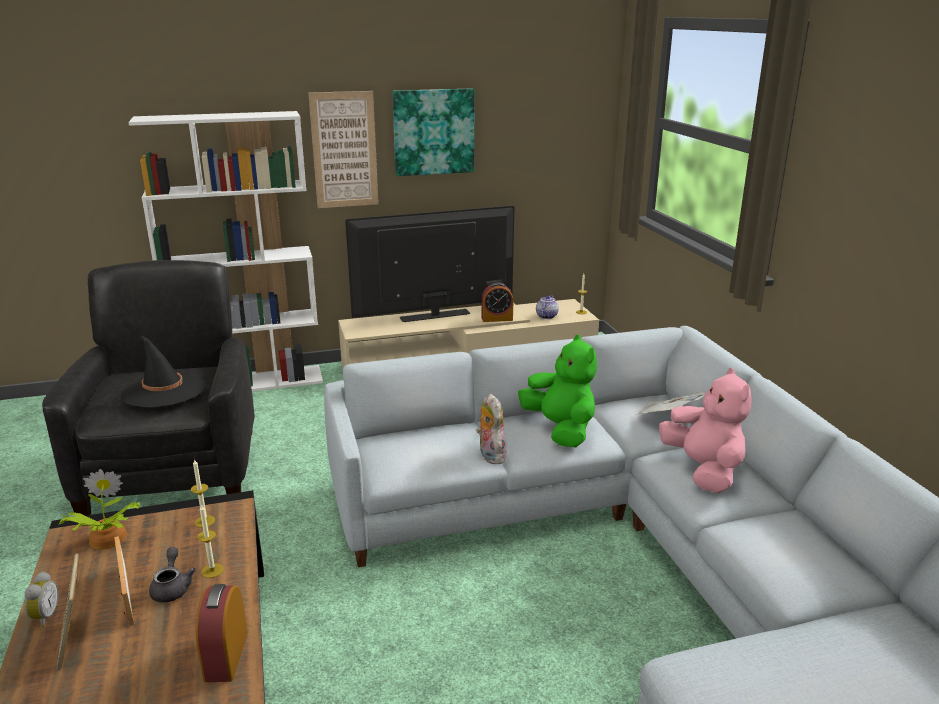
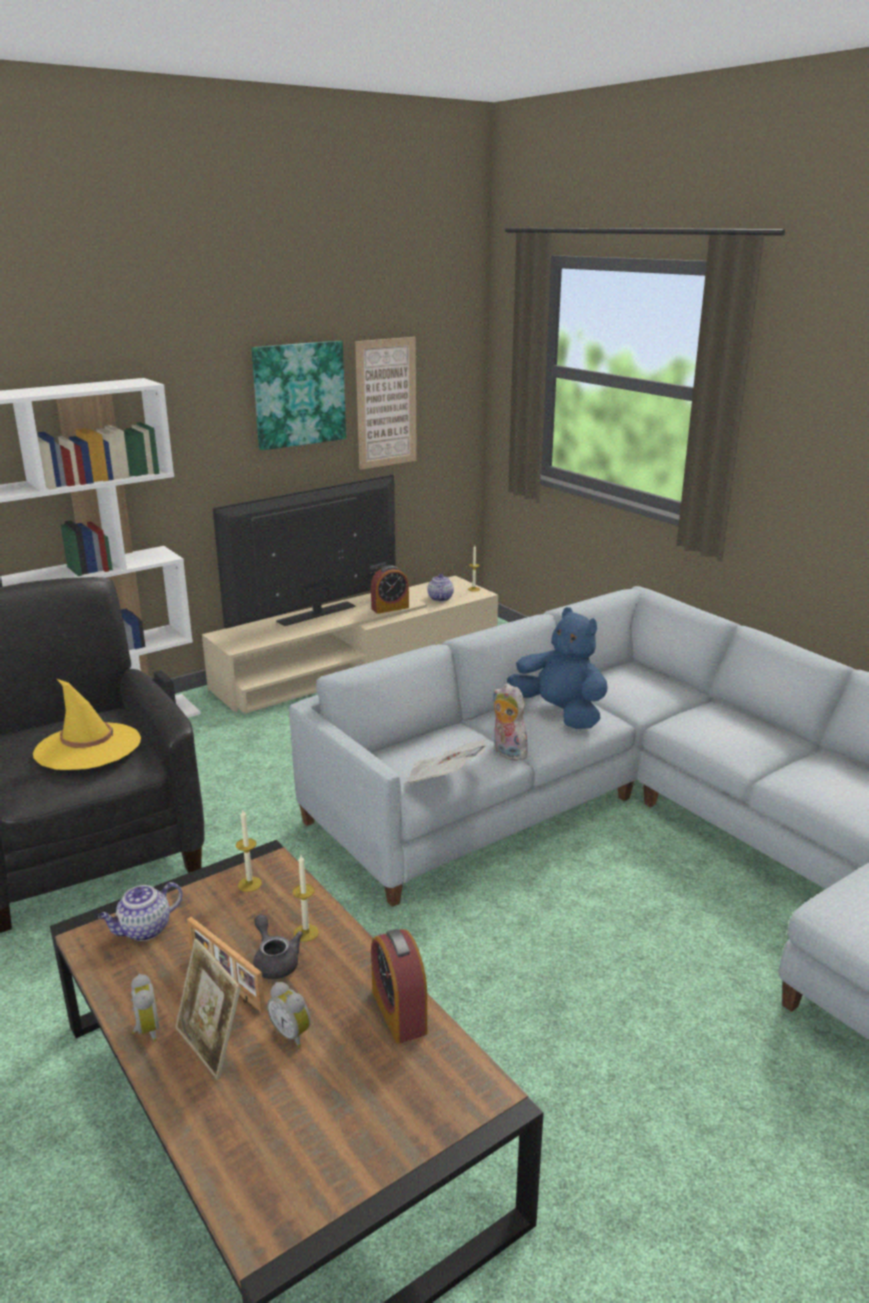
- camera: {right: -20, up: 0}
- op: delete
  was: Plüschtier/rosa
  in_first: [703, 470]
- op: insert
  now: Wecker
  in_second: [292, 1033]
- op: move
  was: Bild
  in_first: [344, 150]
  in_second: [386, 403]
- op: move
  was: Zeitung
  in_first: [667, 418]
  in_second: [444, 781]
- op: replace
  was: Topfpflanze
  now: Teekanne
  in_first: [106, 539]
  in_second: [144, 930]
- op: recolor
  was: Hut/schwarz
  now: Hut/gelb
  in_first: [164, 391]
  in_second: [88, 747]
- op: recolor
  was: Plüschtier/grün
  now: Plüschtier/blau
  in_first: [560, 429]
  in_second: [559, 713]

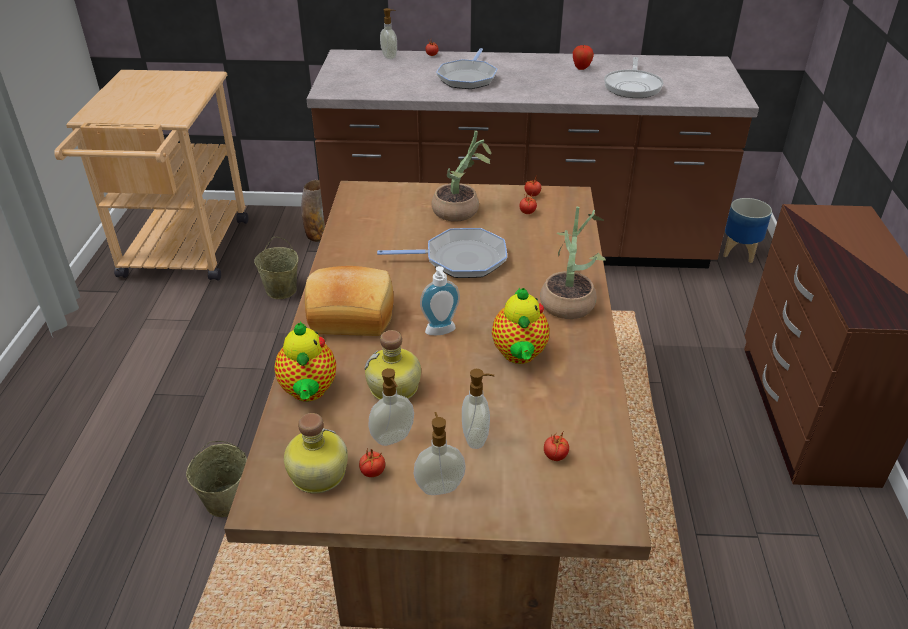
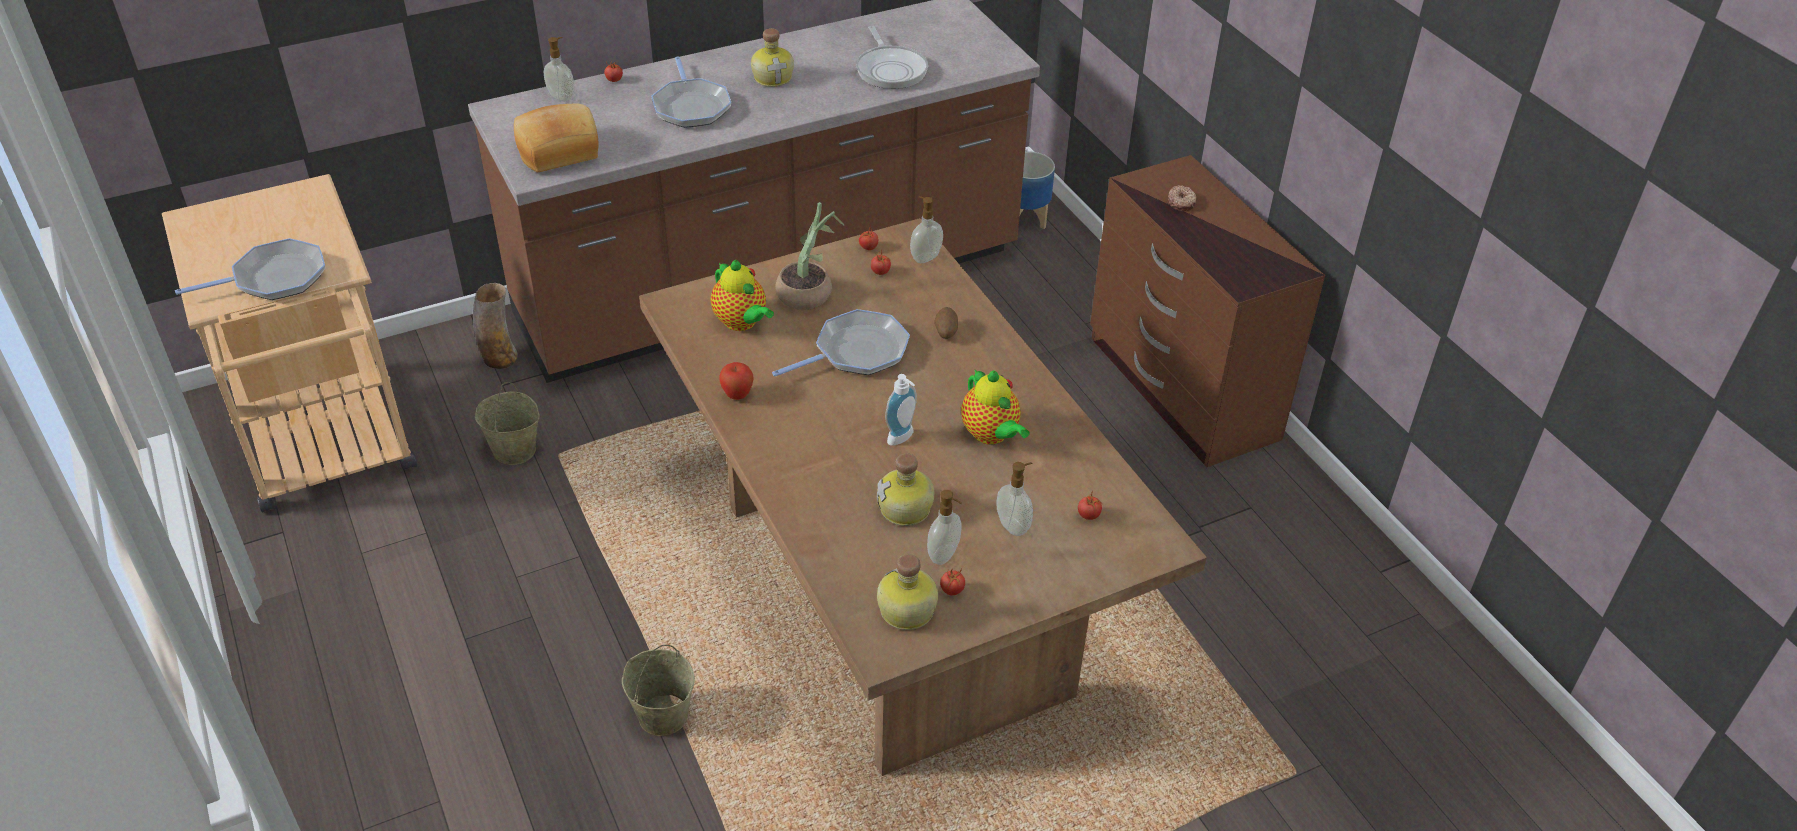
- camera: {right: -30, up: 5}
- op: delete
  was: Topfpflanze
  in_first: [568, 301]
- op: insert
  now: Pfanne
  in_second: [274, 278]
- op: insert
  now: Flasche
  in_second: [773, 77]
- op: insert
  now: Kartoffel
  in_second: [945, 332]
- op: insert
  now: Donut
  in_second: [1181, 202]
- op: move
  was: Teekanne
  in_first: [308, 392]
  in_second: [742, 323]
- op: move
  was: Brot
  in_first: [351, 314]
  in_second: [558, 150]
- op: move
  was: Seifenspender
  in_first: [439, 486]
  in_second: [925, 257]
- op: move
  was: Apfel
  in_first: [581, 68]
  in_second: [737, 395]

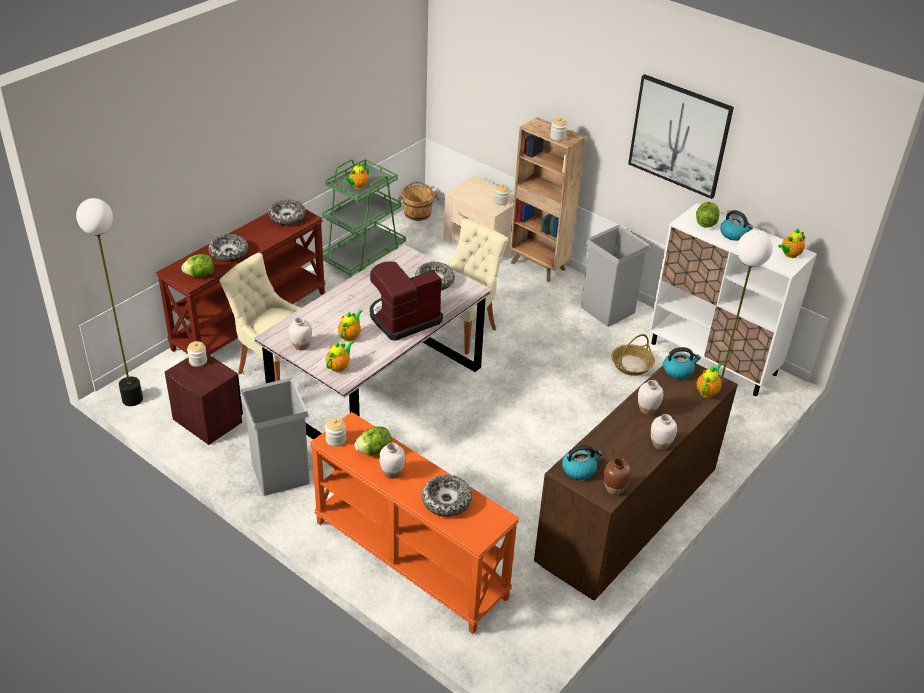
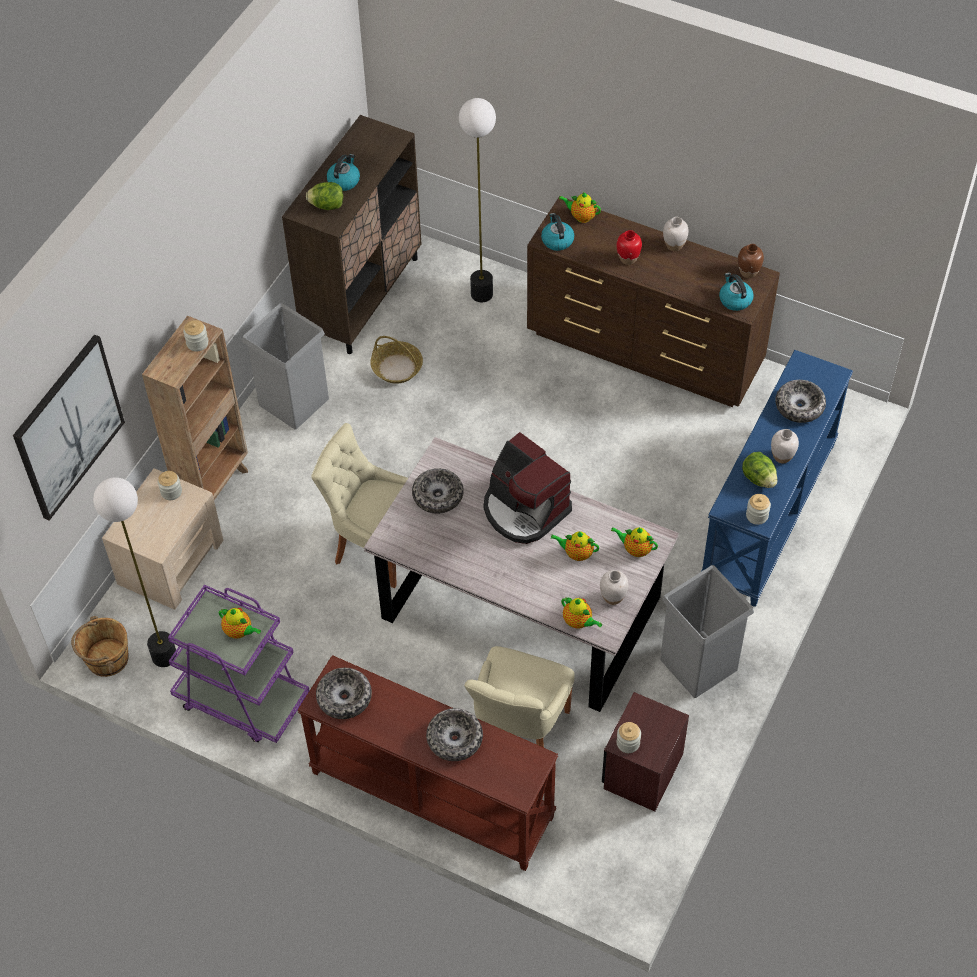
- camera: {right: -100, up: 15}
- op: delete
  was: Salatkopf
  in_first: [200, 275]
- op: move
  was: Stehlampe
  in_first: [132, 399]
  in_second: [164, 656]
- op: move
  was: Bild
  in_first: [679, 136]
  in_second: [68, 427]
- op: move
  was: Teekanne
  in_first: [789, 255]
  in_second: [578, 622]
- op: recolor
  was: Konsolentisch/orange
  now: Konsolentisch/blau
  in_first: [408, 560]
  in_second: [769, 514]
- op: recolor
  was: Rollwagen/grün
  now: Rollwagen/lila
  in_first: [363, 257]
  in_second: [241, 699]
- op: recolor
  was: Vase/weiß
  now: Vase/rot
  in_first: [647, 409]
  in_second: [628, 259]
- op: recolor
  was: Schrank/weiß
  now: Schrank/braun
  in_first: [713, 359]
  in_second: [362, 296]

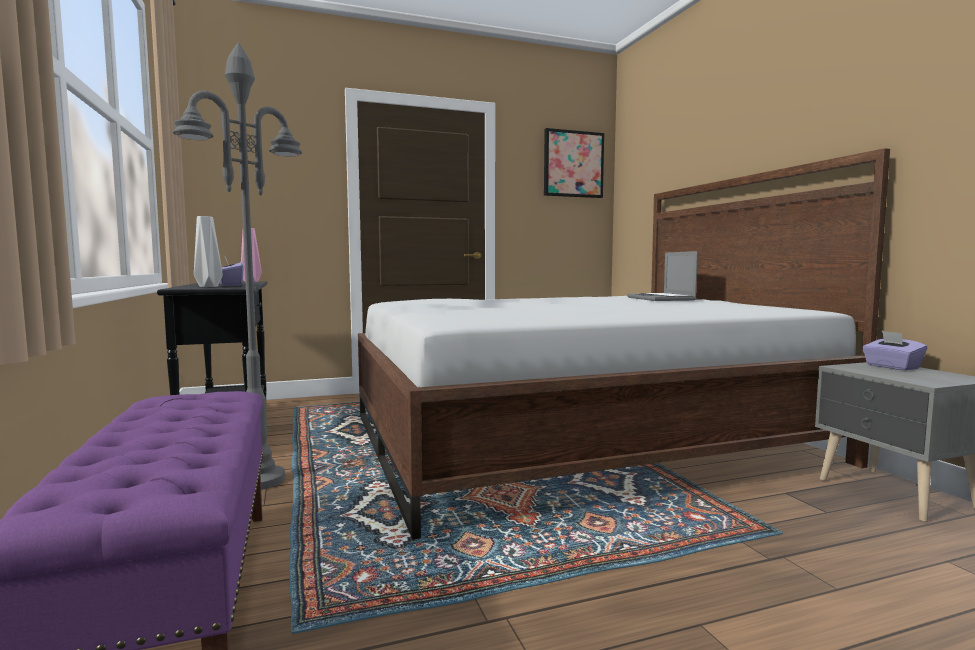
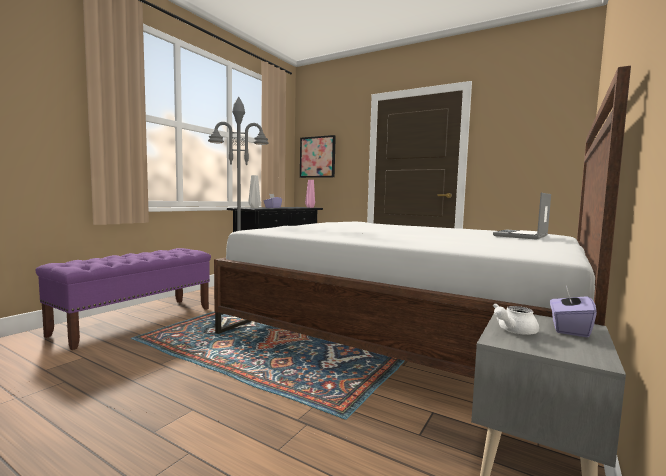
- camera: {right: 50, up: 0}
- op: insert
  now: Teekanne/weiß
  in_second: [513, 331]
- op: move
  was: Bild
  in_first: [573, 164]
  in_second: [317, 157]

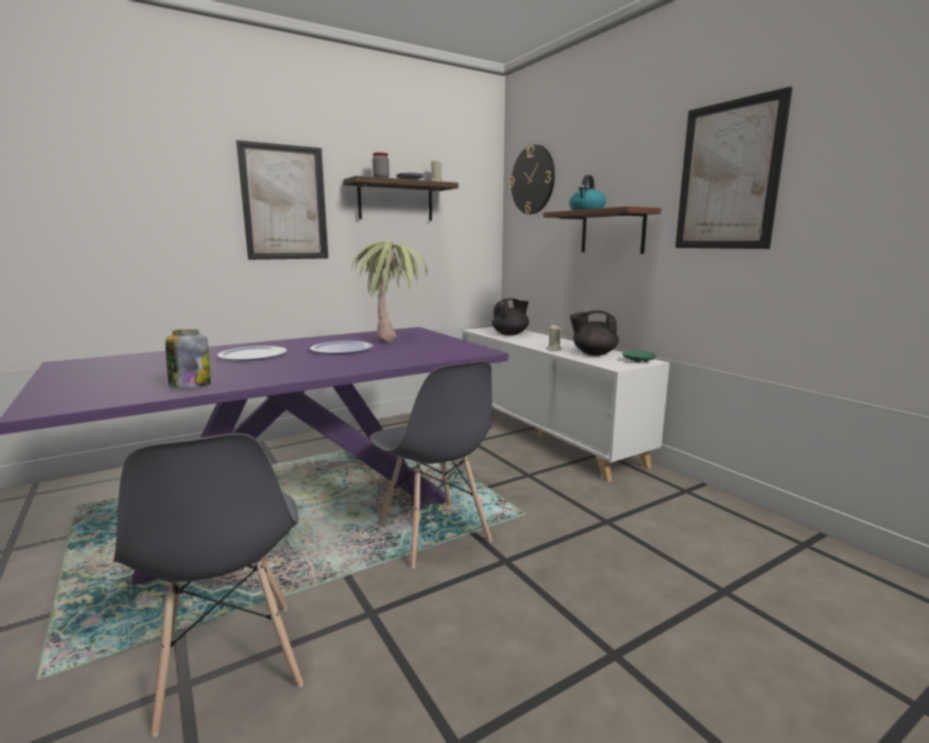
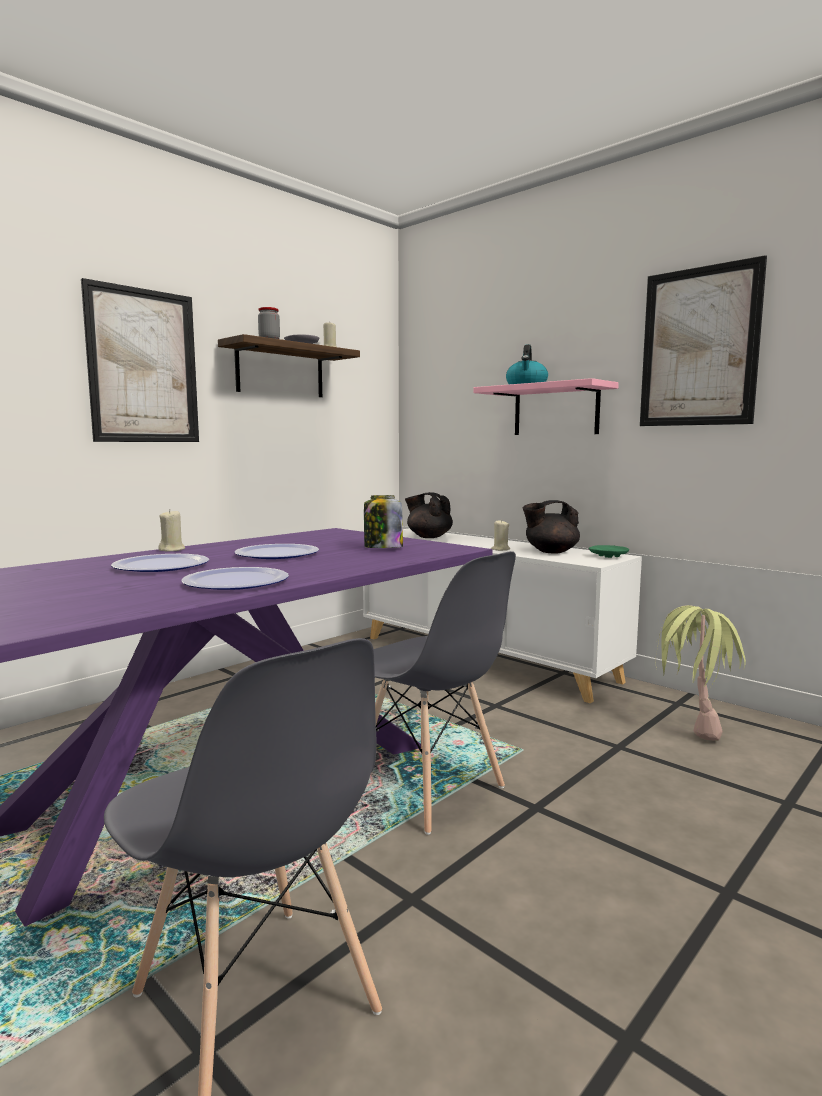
- camera: {right: -15, up: -5}
- op: delete
  was: Wanduhr
  in_first: [533, 180]
- op: insert
  now: Kerze/beige
  in_second: [172, 550]
- op: insert
  now: Teller
  in_second: [235, 582]
- op: move
  was: Vorratsglas
  in_first: [190, 385]
  in_second: [382, 548]
- op: move
  was: Topfpflanze
  in_first: [393, 338]
  in_second: [692, 726]
- op: recolor
  was: Wandregal/braun
  now: Wandregal/rosa
  in_first: [612, 232]
  in_second: [556, 410]
- op: rotate
  was: Teekanne/schwarz
  in_first: [510, 334]
  in_second: [428, 537]
  clockwise: -90

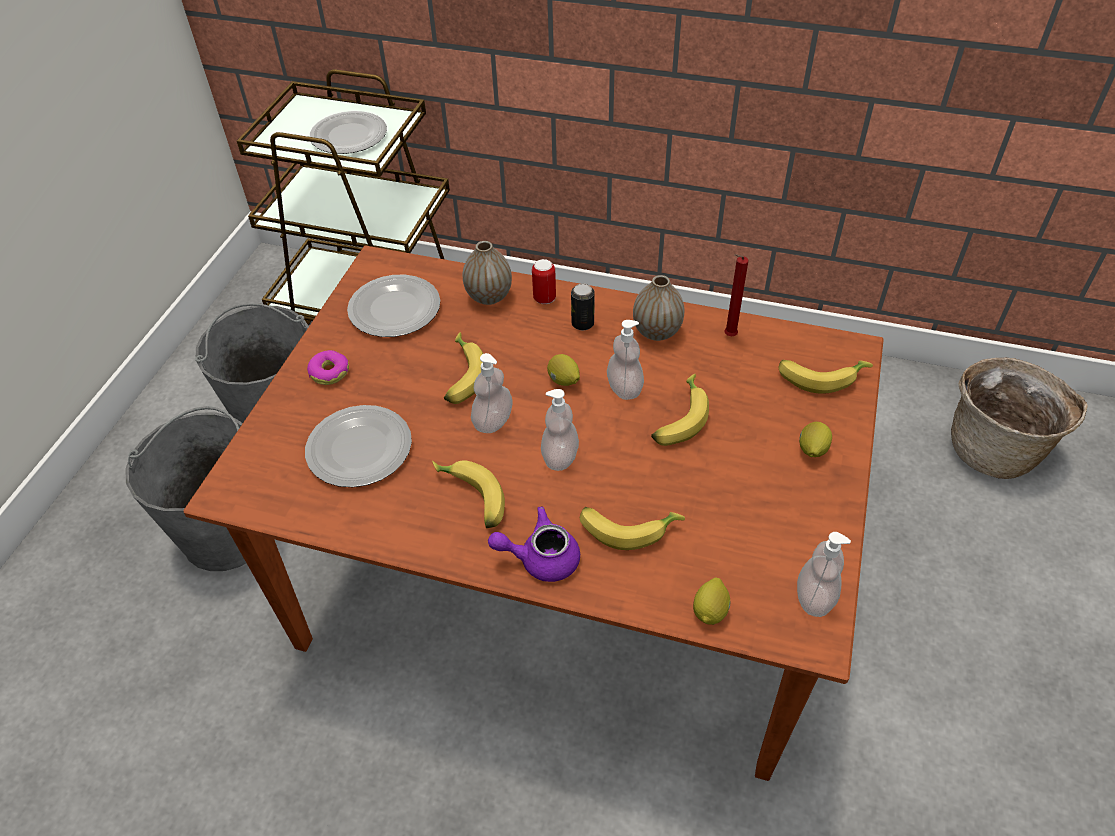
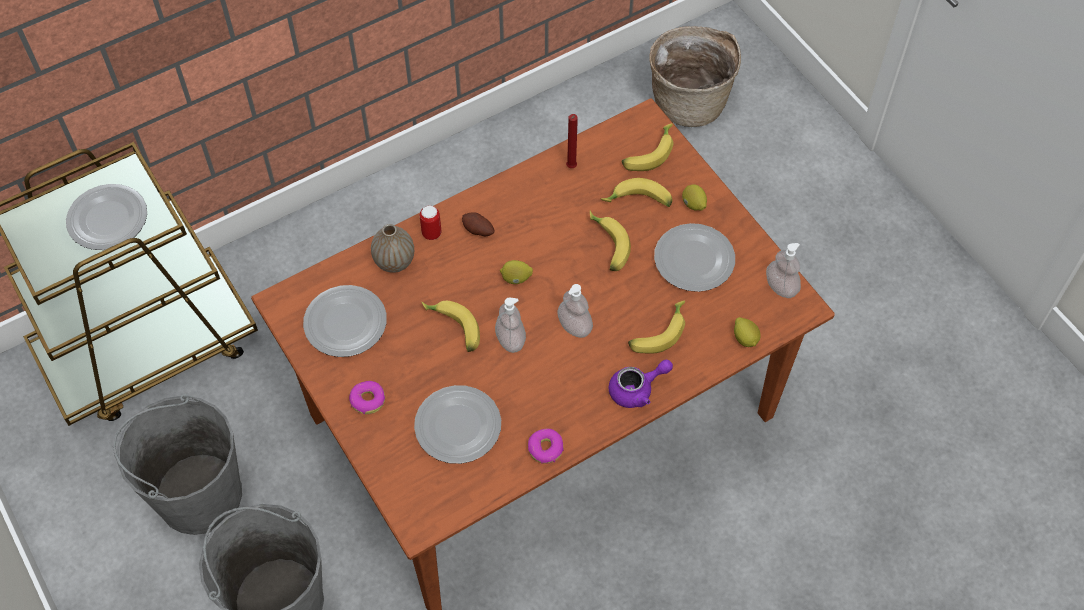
- camera: {right: -50, up: 10}
- op: delete
  was: Seifenspender
  in_first: [624, 388]
- op: delete
  was: Vase
  in_first: [657, 332]
- op: insert
  now: Donut
  in_second: [545, 449]
- op: insert
  now: Teller
  in_second: [695, 260]
- op: move
  was: Banane
  in_first: [470, 499]
  in_second: [638, 202]
- op: replace
  was: Dose
  now: Kartoffel
  in_first: [582, 323]
  in_second: [478, 231]
- op: rotate
  was: Teekanne/lila
  in_first: [540, 558]
  in_second: [637, 390]
  clockwise: -150

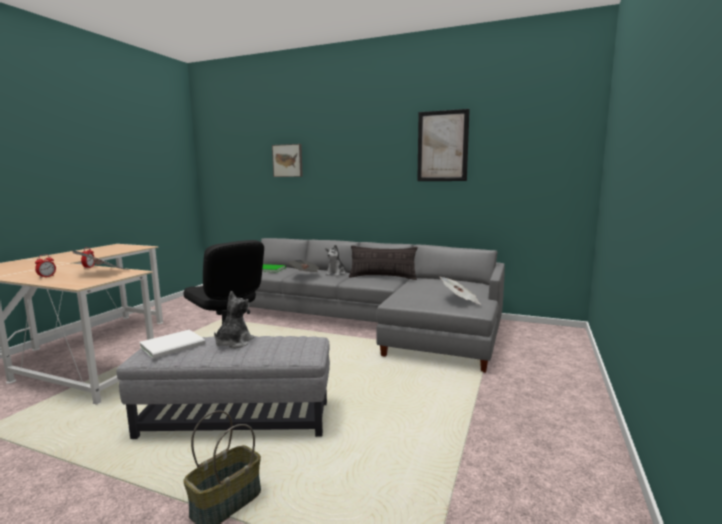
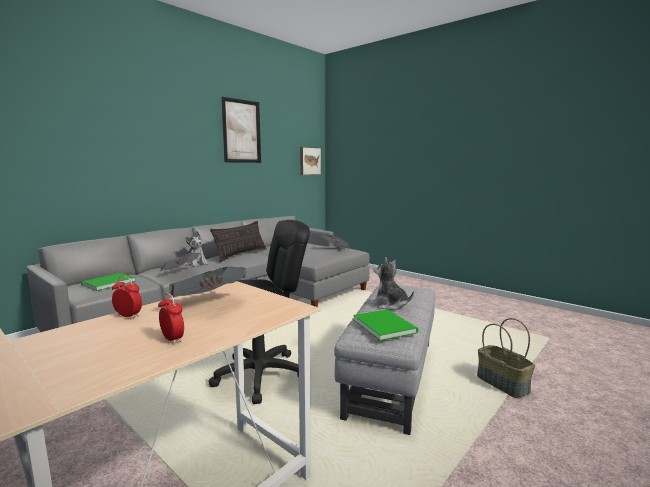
- camera: {right: -70, up: 0}
- op: move
  was: Bild
  in_first: [288, 160]
  in_second: [309, 161]
- op: recolor
  was: Buch/weiß
  now: Buch/grün
  in_first: [175, 345]
  in_second: [384, 325]

